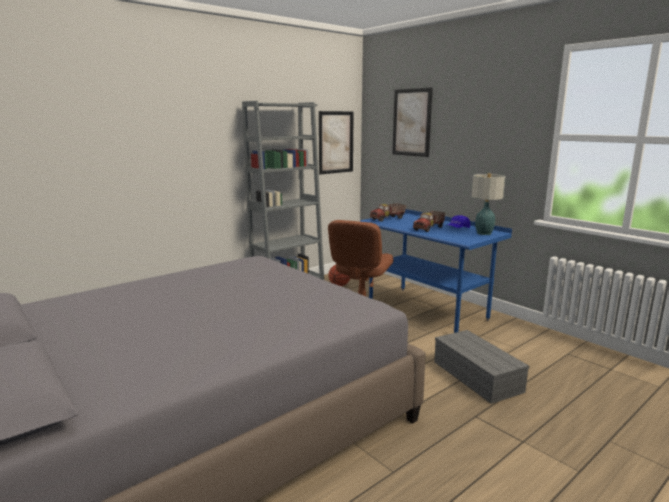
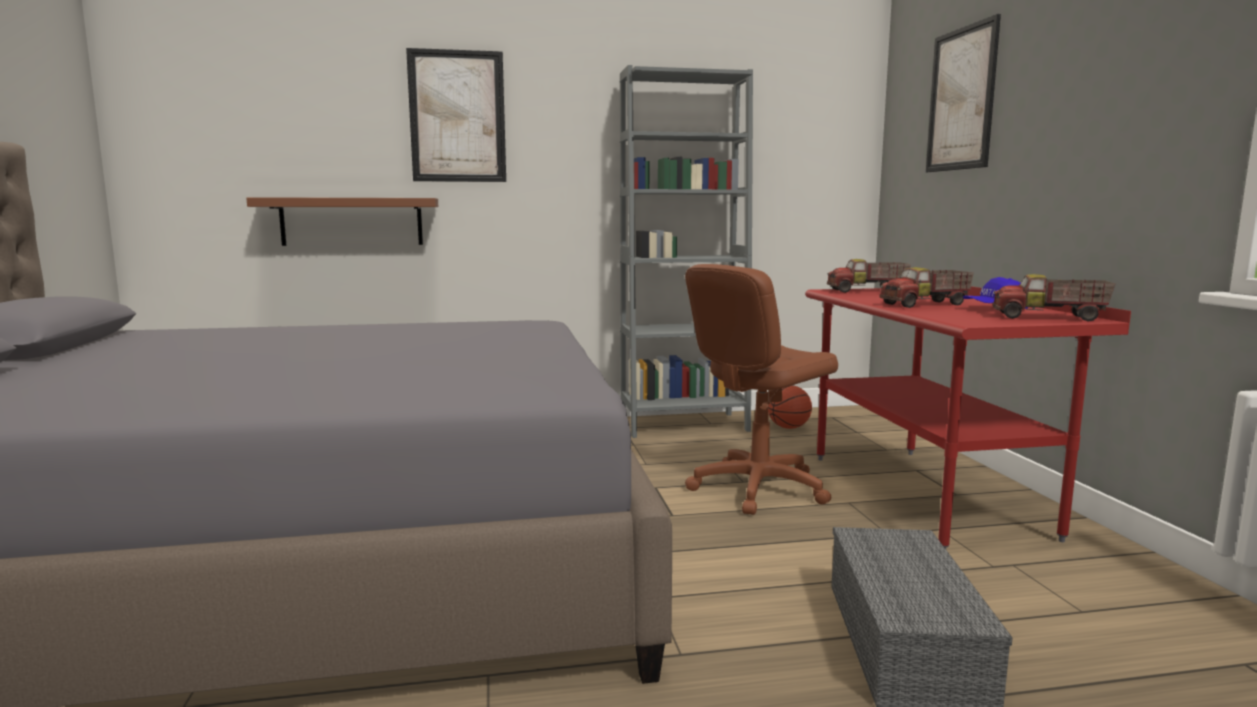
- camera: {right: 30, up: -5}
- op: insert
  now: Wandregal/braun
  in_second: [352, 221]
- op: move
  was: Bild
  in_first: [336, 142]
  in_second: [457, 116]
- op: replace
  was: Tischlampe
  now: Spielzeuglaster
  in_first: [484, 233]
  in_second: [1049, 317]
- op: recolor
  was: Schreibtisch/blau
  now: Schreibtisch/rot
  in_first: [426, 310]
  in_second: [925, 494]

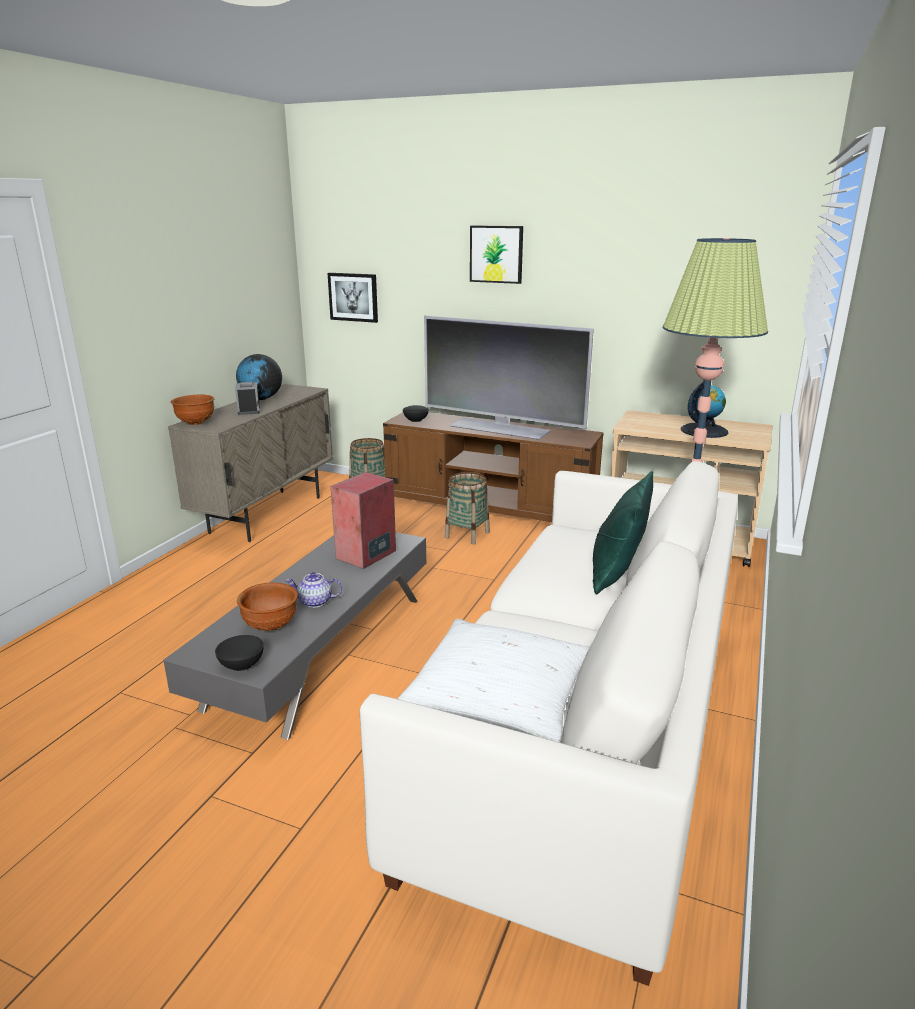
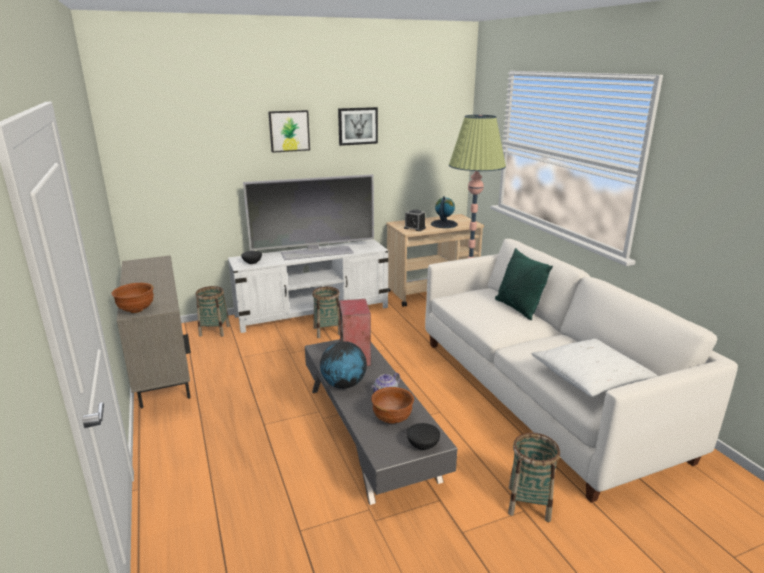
- camera: {right: -45, up: 0}
- op: insert
  now: Korb
  in_second: [529, 503]
- op: move
  was: Wecker
  in_first: [249, 410]
  in_second: [414, 228]
- op: move
  was: Globus
  in_first: [261, 398]
  in_second: [343, 385]
- op: move
  was: Bild
  in_first: [353, 297]
  in_second: [357, 126]
- op: recolor
  was: Fernsehschrank/braun
  now: Fernsehschrank/weiß
  in_first: [490, 510]
  in_second: [313, 312]

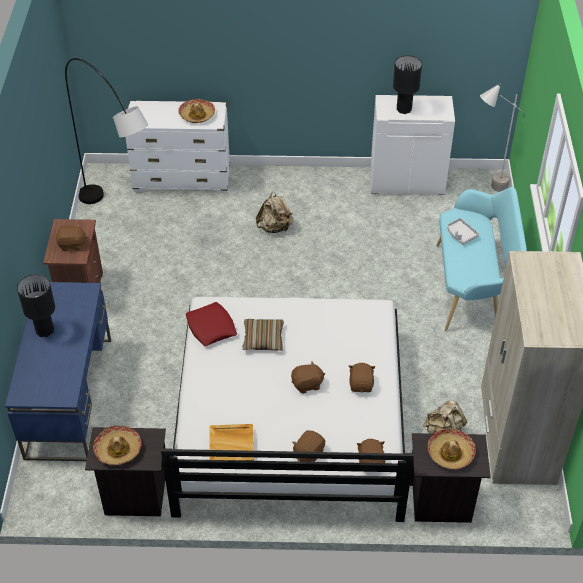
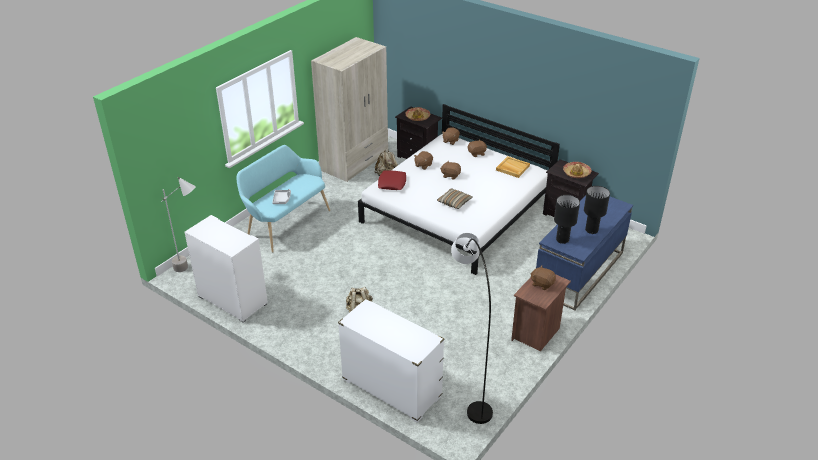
- camera: {right: -145, up: -10}
- op: delete
  was: Hut
  in_first: [197, 115]
- op: move
  was: Kissen/rot
  in_first: [211, 327]
  in_second: [392, 183]
- op: move
  was: Tischlampe/schwarz
  in_first: [404, 109]
  in_second: [562, 240]

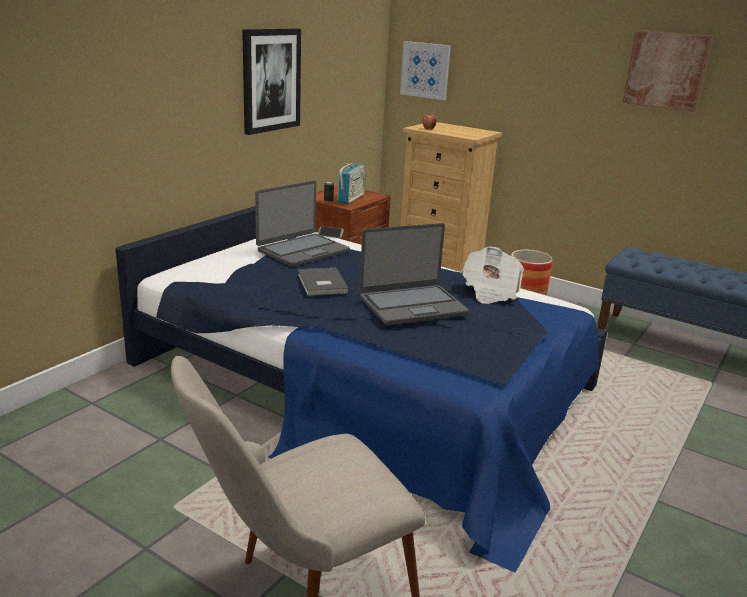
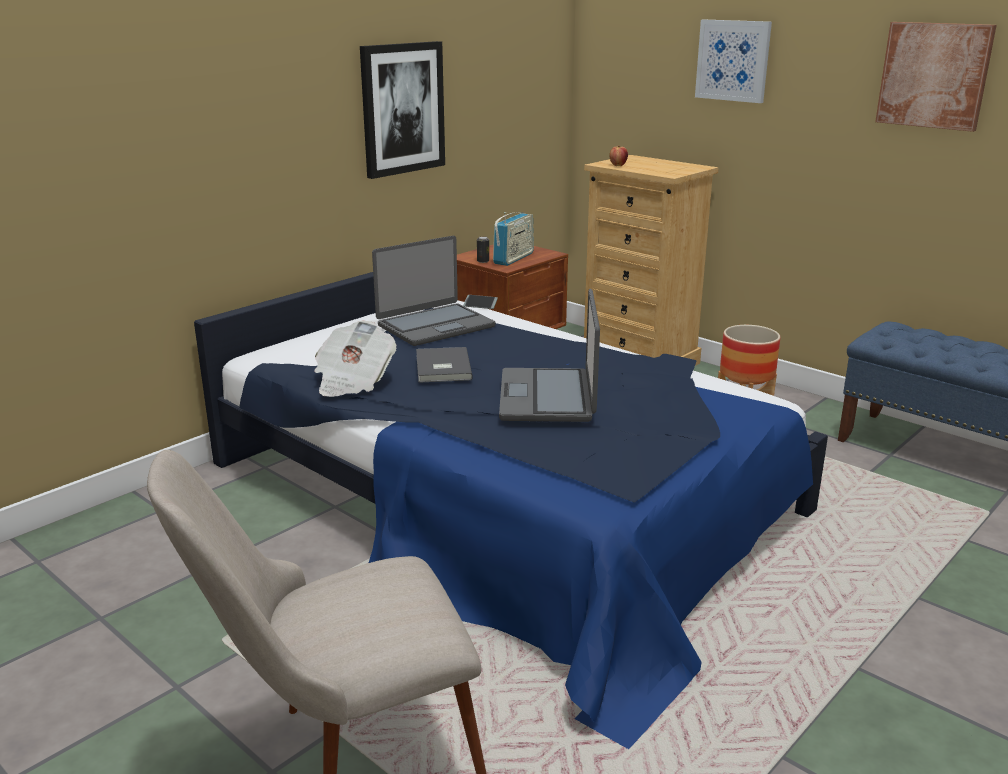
- camera: {right: 10, up: 0}
- op: move
  was: Bild
  in_first: [425, 70]
  in_second: [733, 60]
- op: move
  was: Zeitung
  in_first: [490, 291]
  in_second: [353, 381]
- op: rotate
  was: Laptop
  in_first: [412, 306]
  in_second: [548, 397]
  clockwise: 105

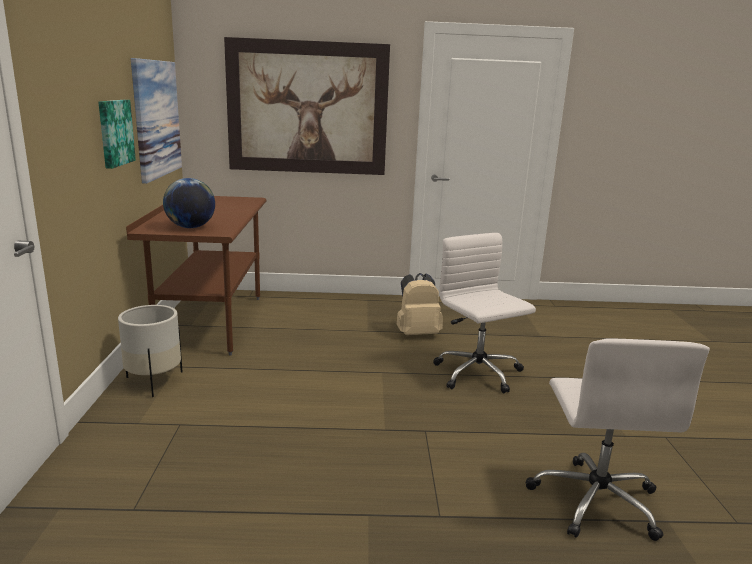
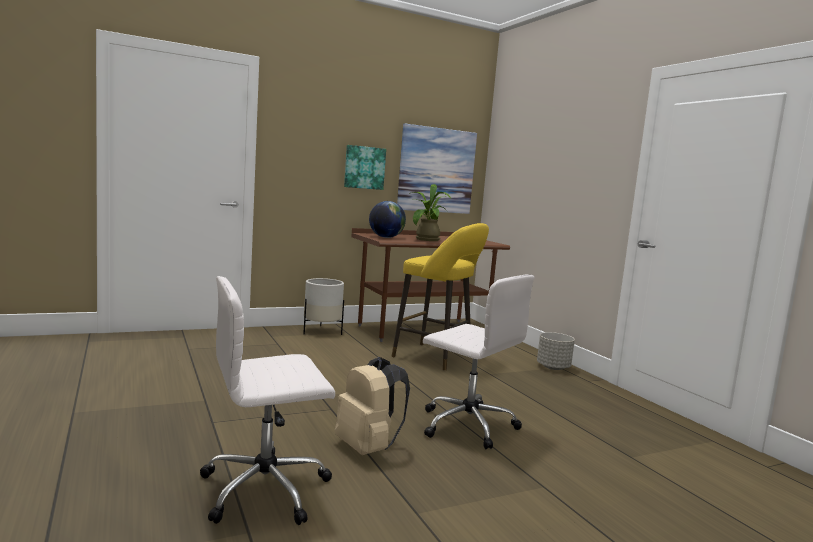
- camera: {right: 65, up: -10}
- op: delete
  was: Bild
  in_first: [307, 108]
- op: insert
  now: Hocker/gelb
  in_second: [436, 357]
- op: insert
  now: Topfpflanze
  in_second: [426, 240]
- op: insert
  now: Pflanzkübel/grau
  in_second: [553, 367]
- op: move
  was: Rucksack/beige
  in_first: [417, 333]
  in_second: [368, 448]
- op: rotate
  was: Bürostuhl/weiß
  in_first: [478, 374]
  in_second: [466, 425]
  clockwise: 90

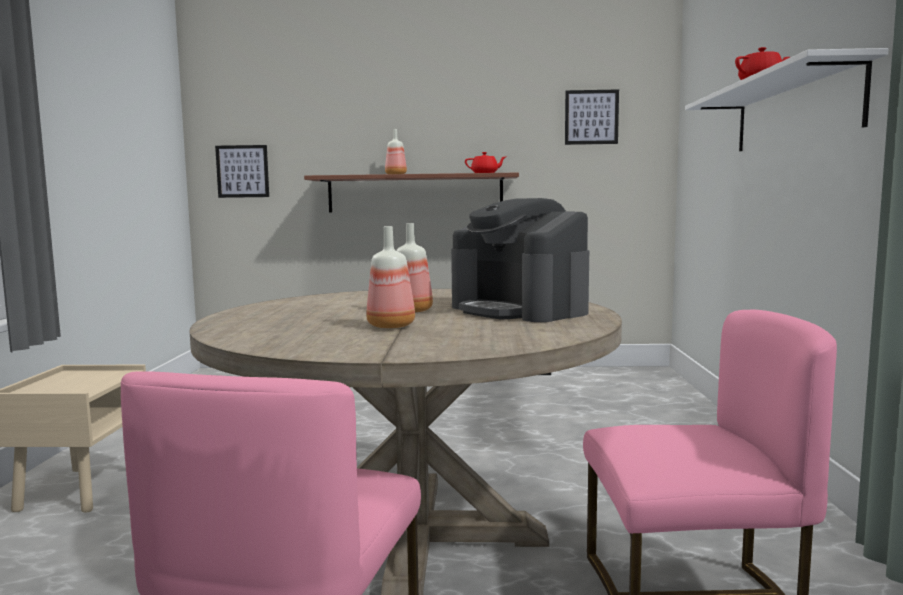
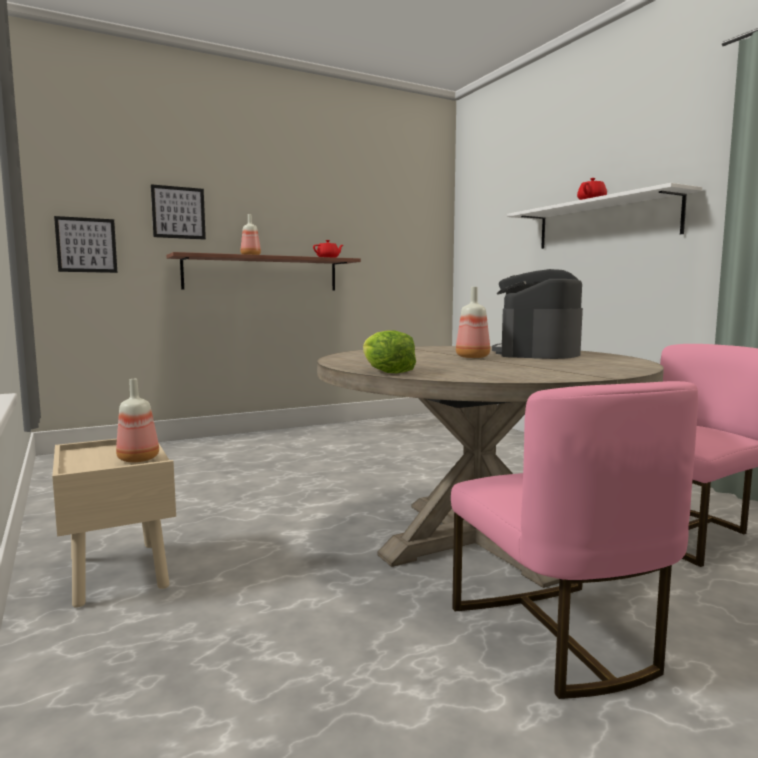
- camera: {right: -30, up: 0}
- op: insert
  now: Salatkopf
  in_second: [386, 372]
- op: move
  was: Flasche
  in_first: [392, 326]
  in_second: [139, 459]
- op: move
  was: Bild
  in_first: [591, 117]
  in_second: [178, 212]
- op: rotate
  was: Kaffeemaschine
  in_first: [520, 310]
  in_second: [537, 353]
  clockwise: 90

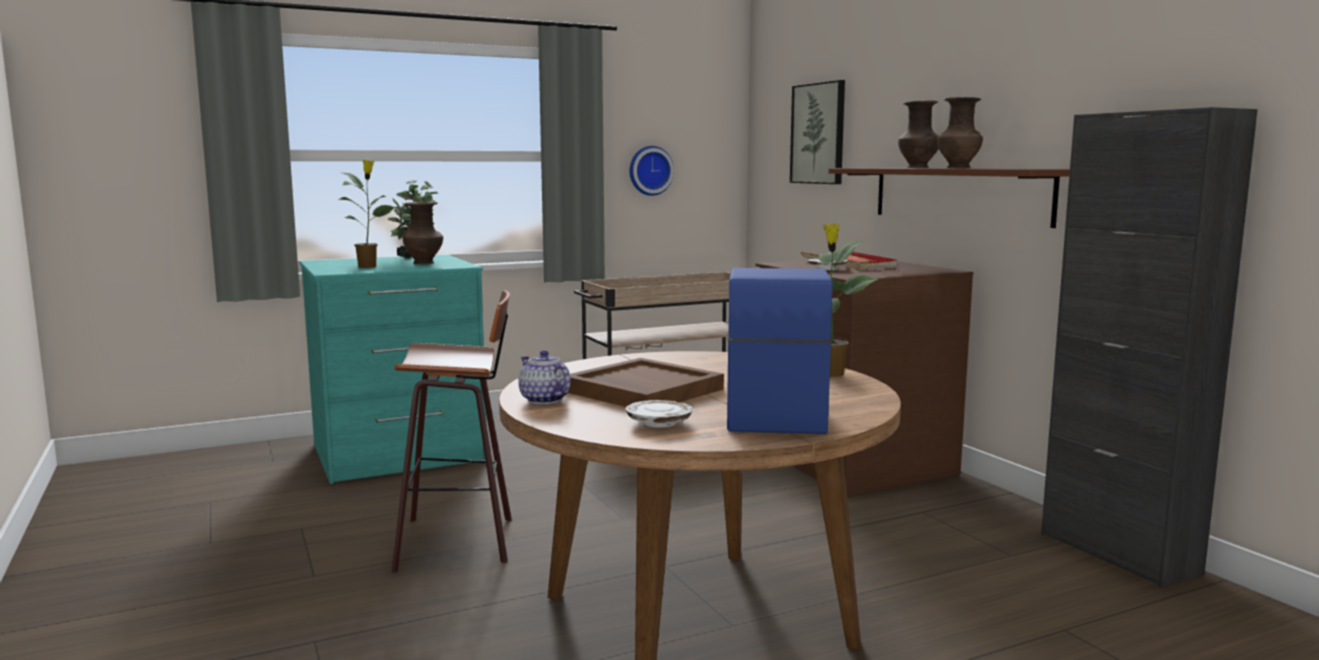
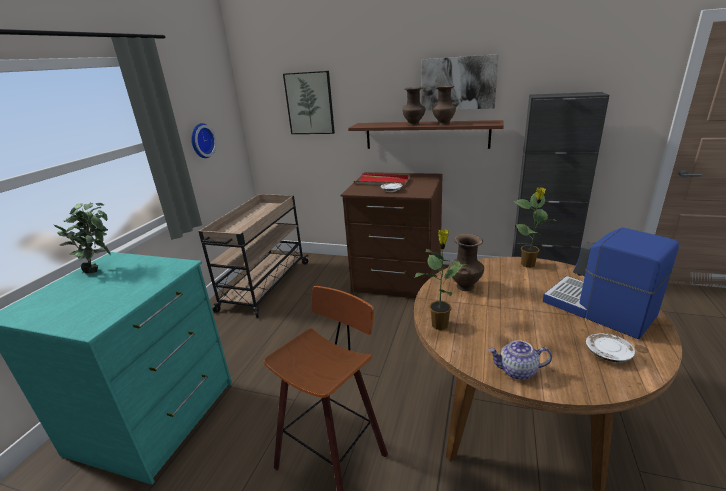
- camera: {right: -45, up: 15}
- op: delete
  was: Tablett/braun
  in_first: [641, 390]
- op: insert
  now: Bild
  in_second: [458, 83]
- op: move
  was: Topfpflanze
  in_first: [368, 266]
  in_second: [440, 324]
- op: move
  was: Vase/braun
  in_first: [424, 263]
  in_second: [465, 286]

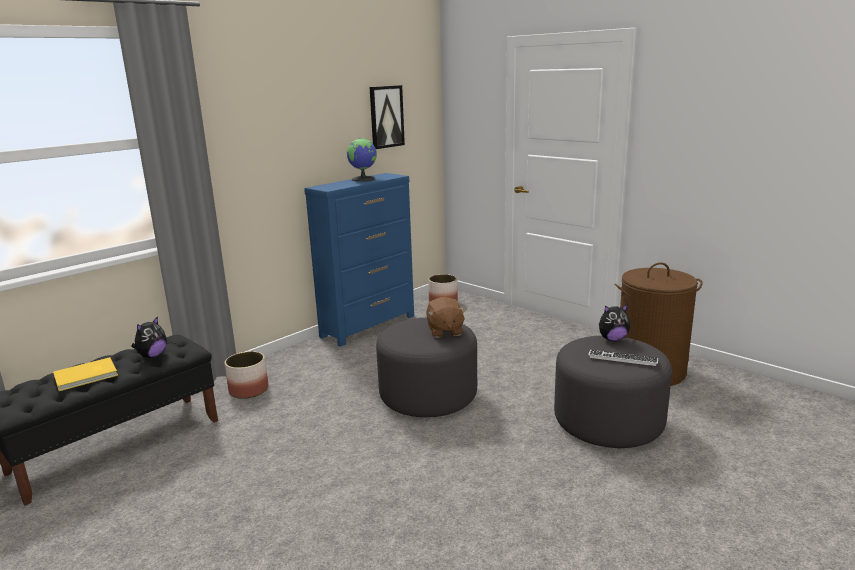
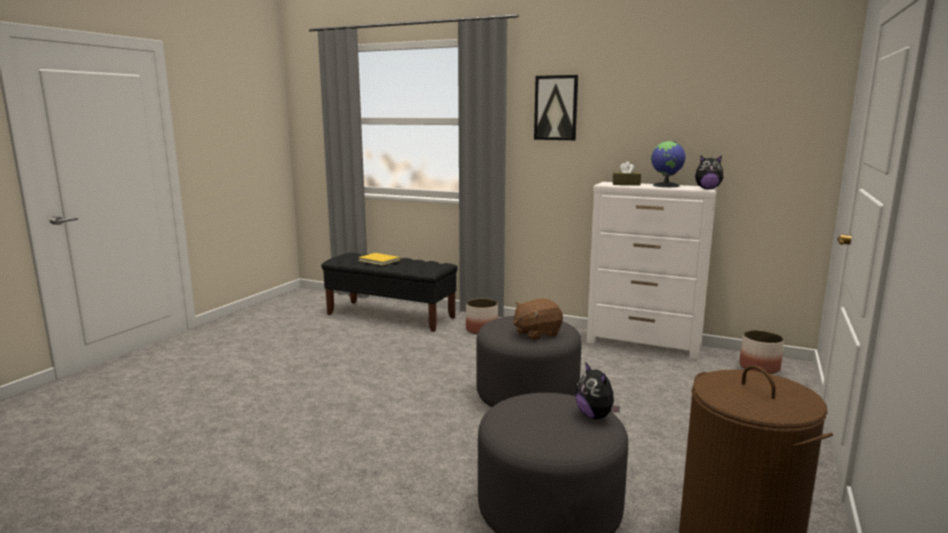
- camera: {right: 70, up: -5}
- op: delete
  was: Tastatur
  in_first: [622, 359]
- op: insert
  now: Taschentuchbox/braun
  in_second: [626, 184]
- op: move
  was: Plüschtier
  in_first: [152, 356]
  in_second: [707, 189]
- op: move
  was: Bild
  in_first: [386, 117]
  in_second: [556, 108]
- op: recolor
  was: Kommode/blau
  now: Kommode/weiß
  in_first: [369, 326]
  in_second: [644, 345]

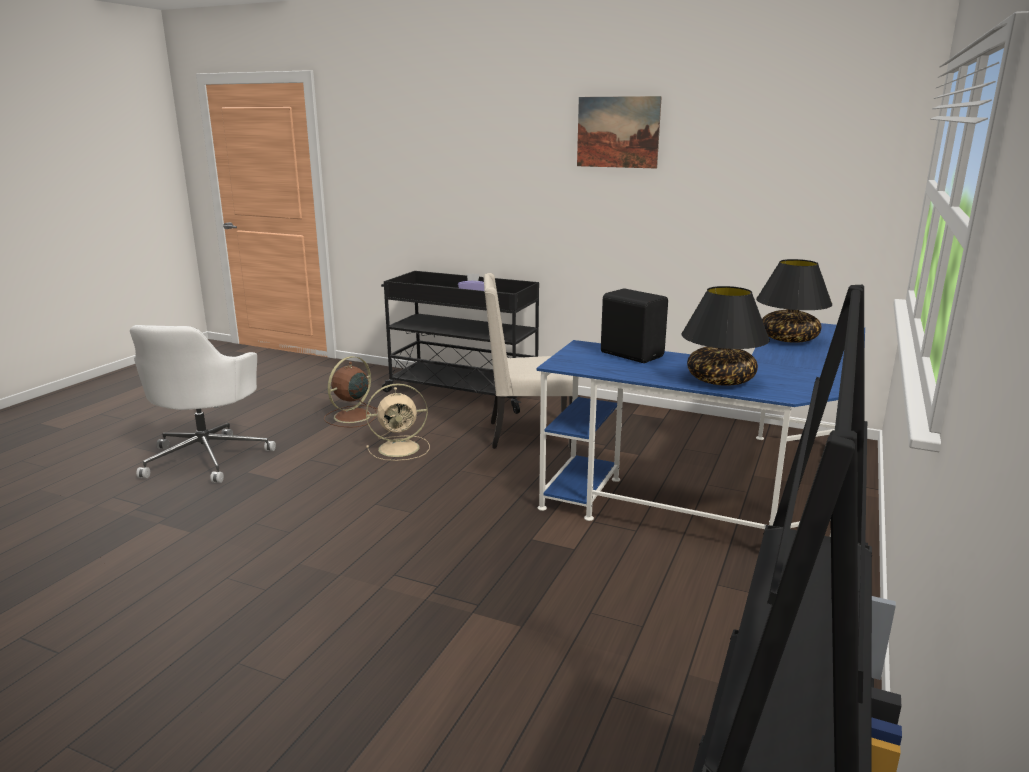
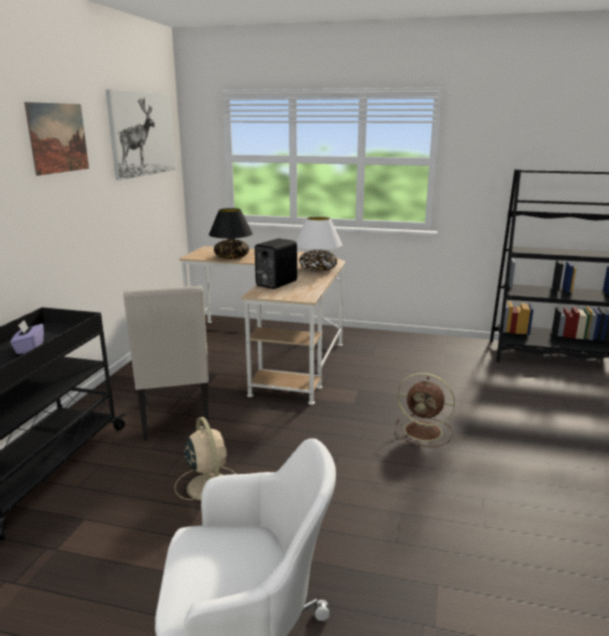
- camera: {right: -100, up: 0}
- op: insert
  now: Bild
  in_second: [142, 134]
- op: move
  was: Ventilator/braun
  in_first: [351, 417]
  in_second: [424, 431]
- op: recolor
  was: Schreibtisch/blau
  now: Schreibtisch/beige
  in_first: [727, 495]
  in_second: [275, 350]
- op: recolor
  was: Tischlampe/schwarz
  now: Tischlampe/weiß
  in_first: [719, 380]
  in_second: [318, 269]

